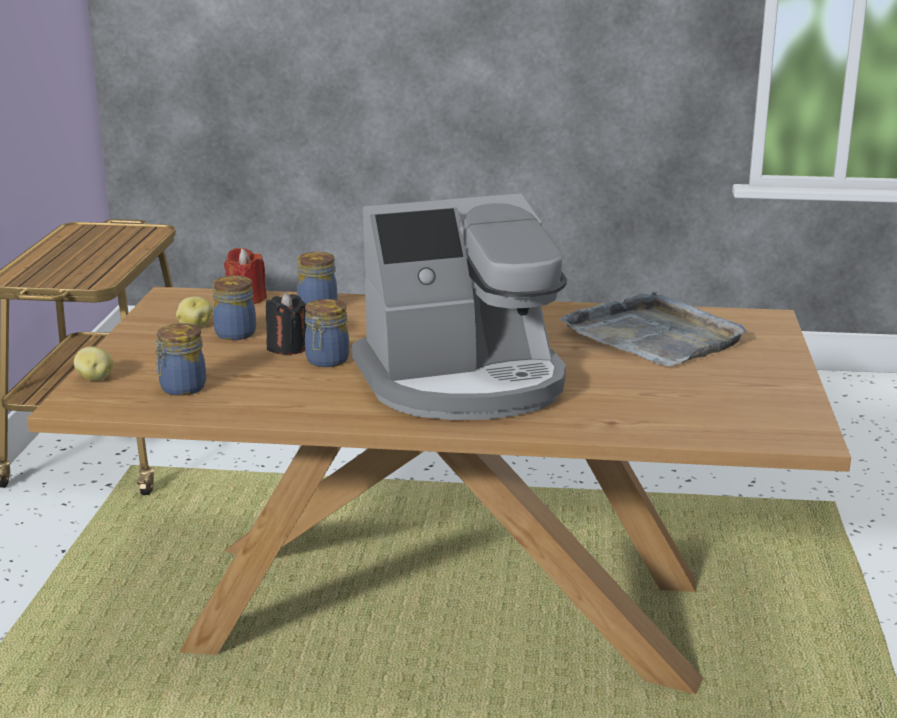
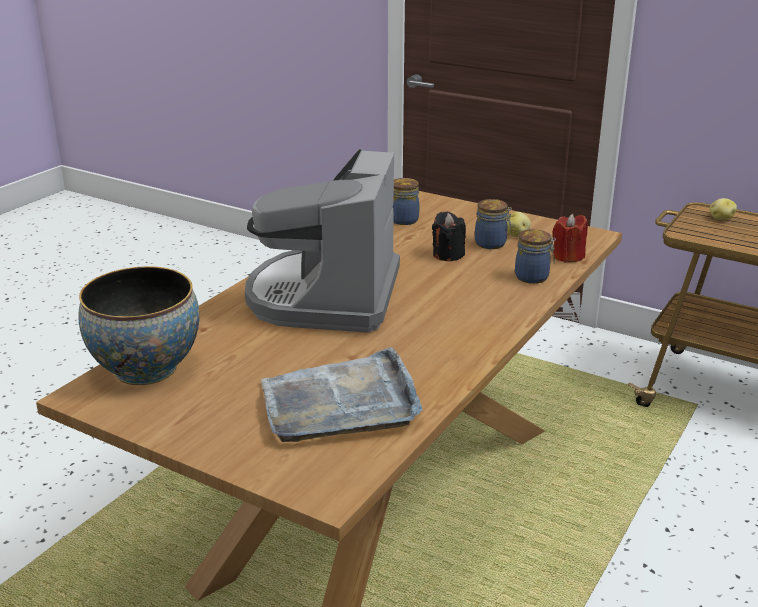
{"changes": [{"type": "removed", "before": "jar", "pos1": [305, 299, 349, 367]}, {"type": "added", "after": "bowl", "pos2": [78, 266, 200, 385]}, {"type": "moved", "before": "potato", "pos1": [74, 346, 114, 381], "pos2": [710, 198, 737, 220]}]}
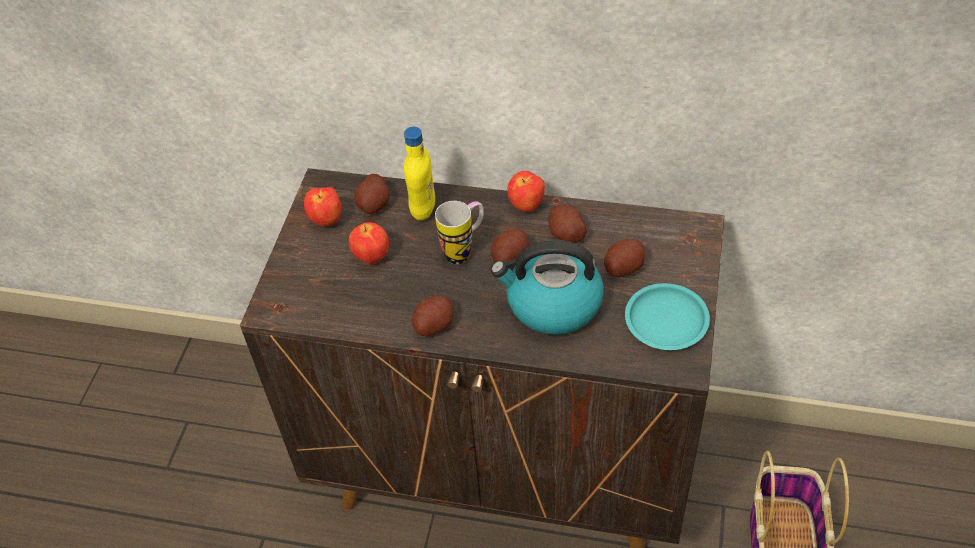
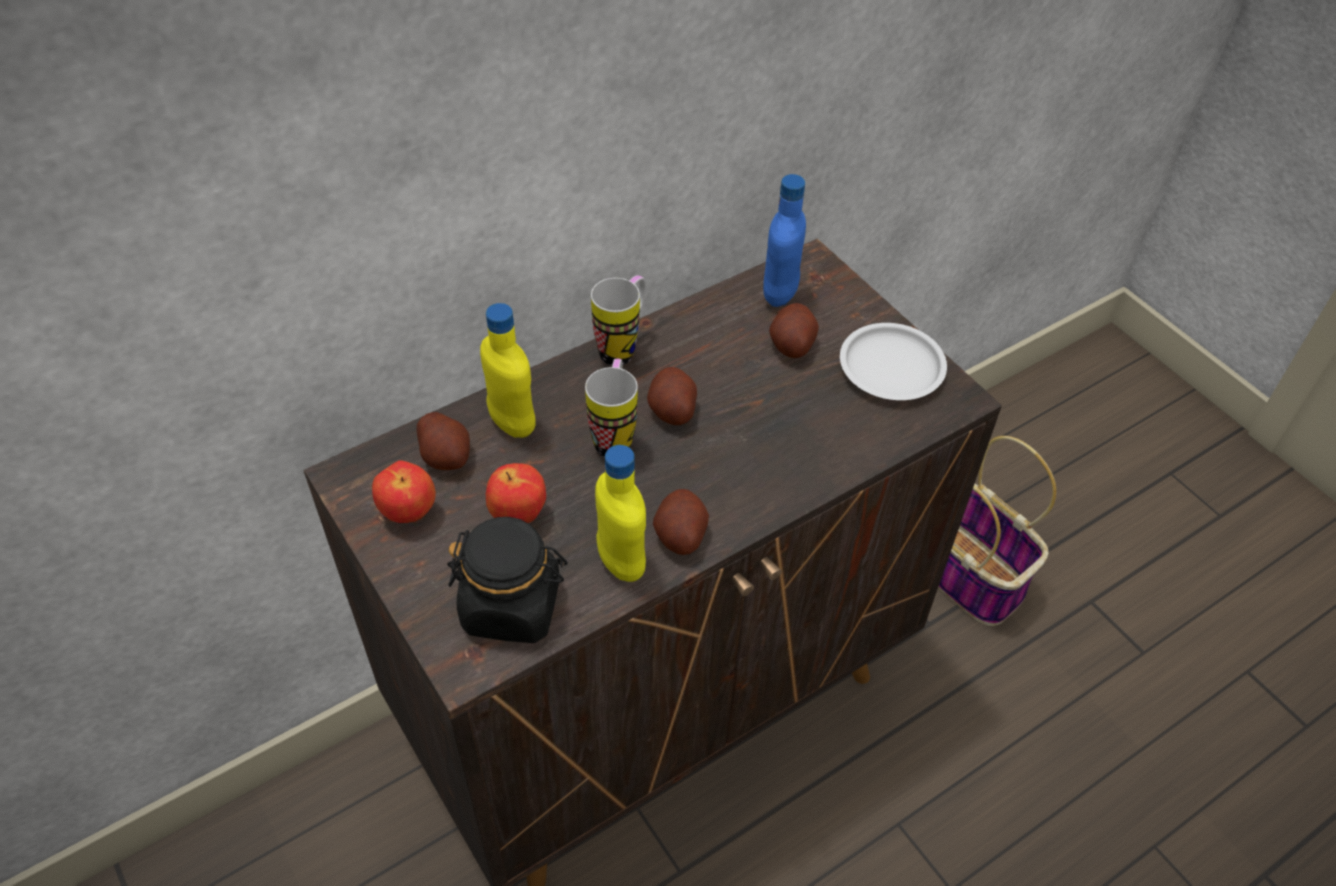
{"changes": [{"type": "removed", "before": "kettle", "pos1": [491, 240, 604, 335]}, {"type": "removed", "before": "potato", "pos1": [548, 204, 587, 243]}, {"type": "added", "after": "jar in black", "pos2": [447, 517, 568, 643]}, {"type": "added", "after": "bottle in yellow", "pos2": [595, 445, 646, 582]}, {"type": "added", "after": "bottle in blue", "pos2": [763, 174, 806, 307]}, {"type": "replaced", "before": "apple", "after": "mug", "pos1": [508, 171, 545, 212], "pos2": [591, 275, 646, 366]}, {"type": "recoloured", "before": "plate in turquoise", "after": "plate in white", "pos1": [625, 283, 710, 350], "pos2": [840, 323, 947, 400]}]}
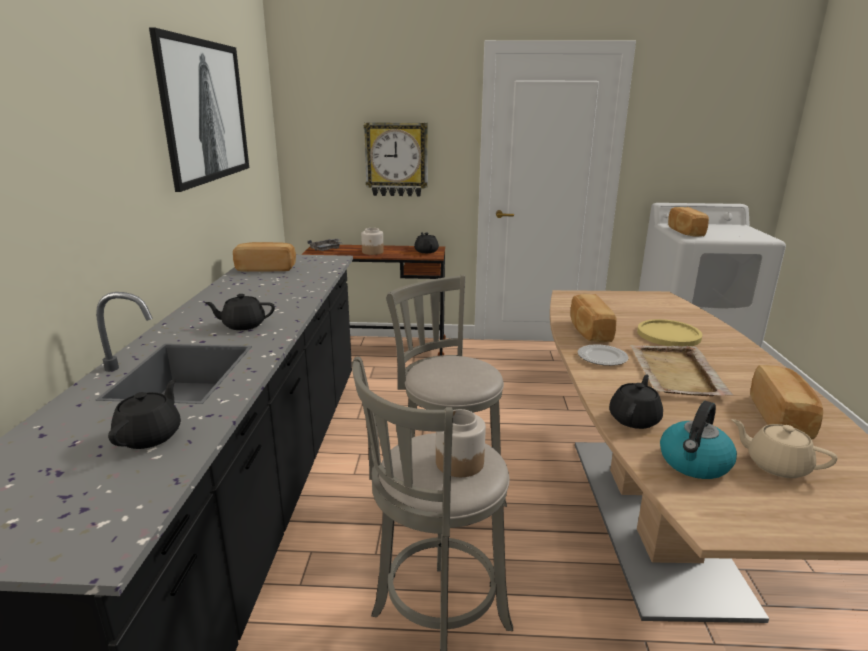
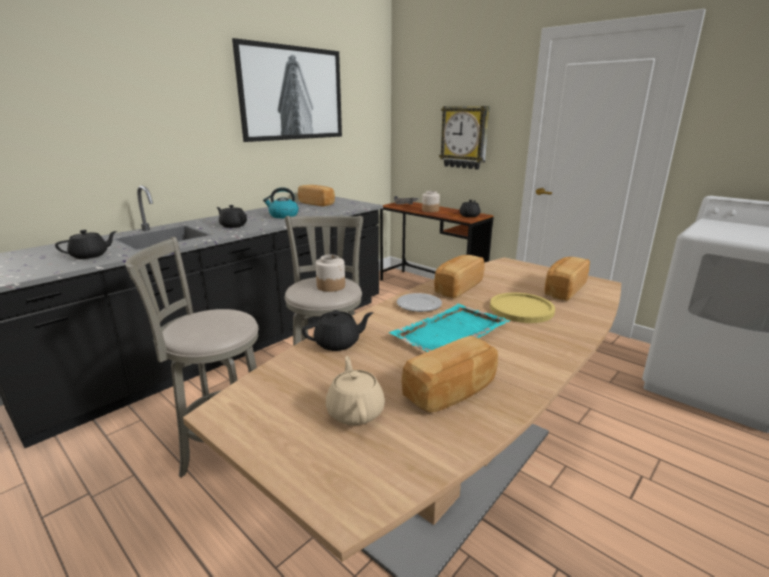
{"changes": [{"type": "moved", "before": "jar", "pos1": [436, 409, 486, 477], "pos2": [316, 255, 345, 292]}, {"type": "moved", "before": "kettle", "pos1": [660, 401, 737, 479], "pos2": [263, 187, 299, 218]}, {"type": "moved", "before": "bread", "pos1": [668, 207, 709, 236], "pos2": [544, 257, 590, 301]}, {"type": "recoloured", "before": "tray in beige", "after": "tray in turquoise", "pos1": [630, 345, 733, 396], "pos2": [389, 304, 510, 352]}]}
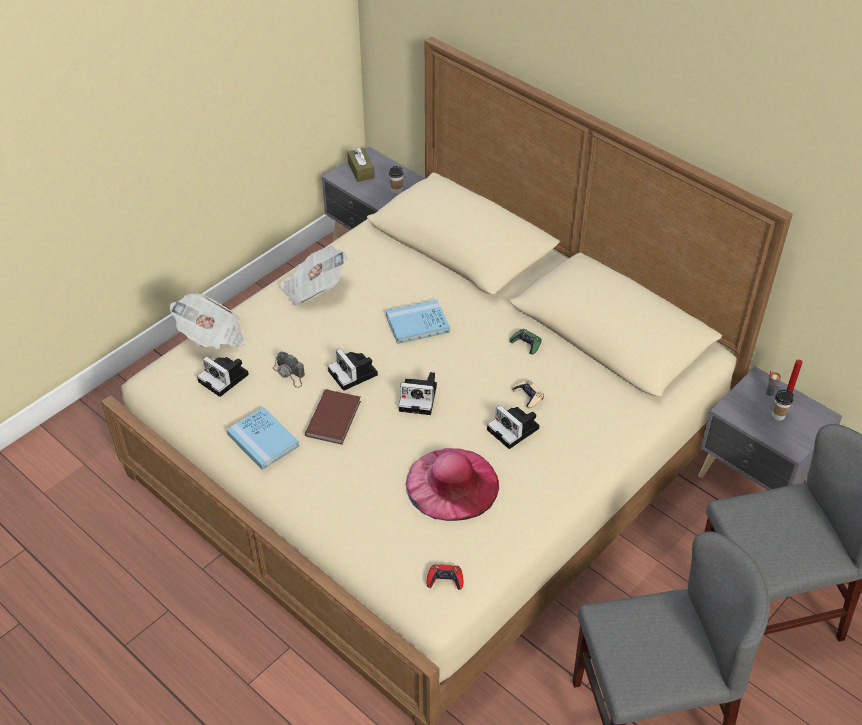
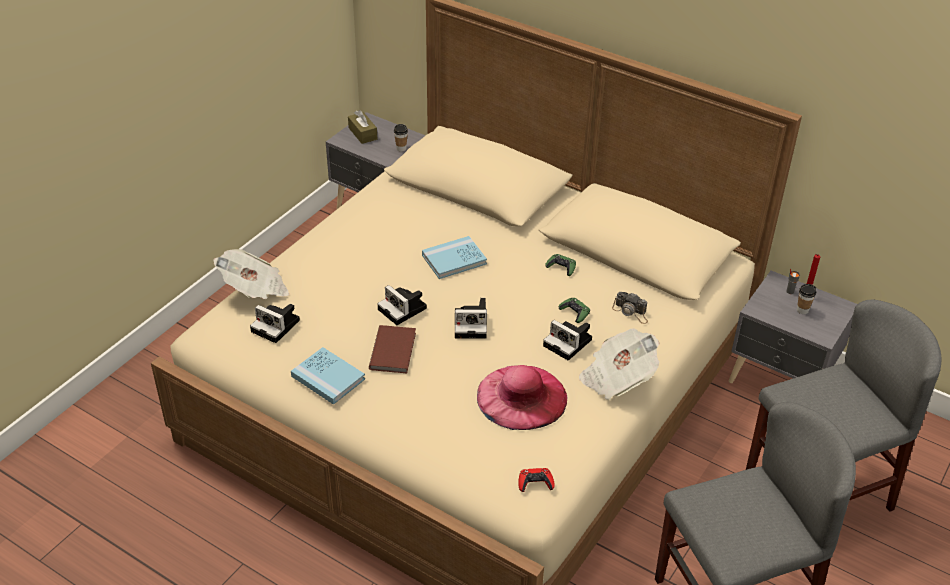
{"changes": [{"type": "moved", "before": "photo camera", "pos1": [273, 351, 305, 388], "pos2": [612, 292, 648, 324]}, {"type": "moved", "before": "newspaper", "pos1": [280, 246, 347, 306], "pos2": [579, 328, 660, 400]}, {"type": "recoloured", "before": "game controller in beige", "after": "game controller in green", "pos1": [512, 380, 544, 408], "pos2": [559, 298, 590, 323]}]}
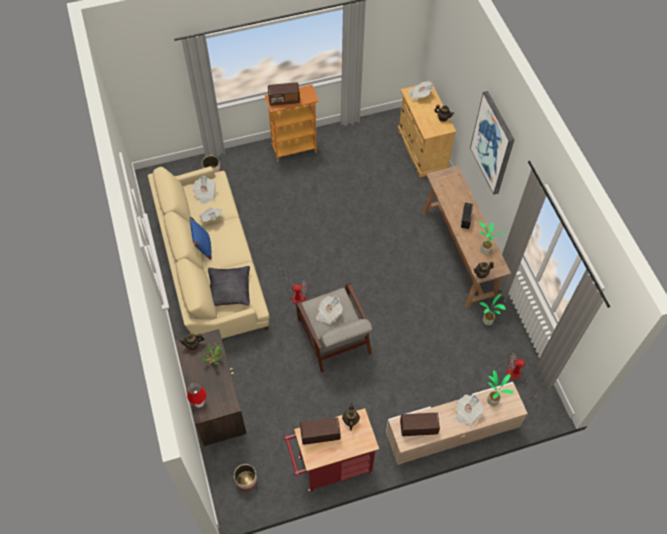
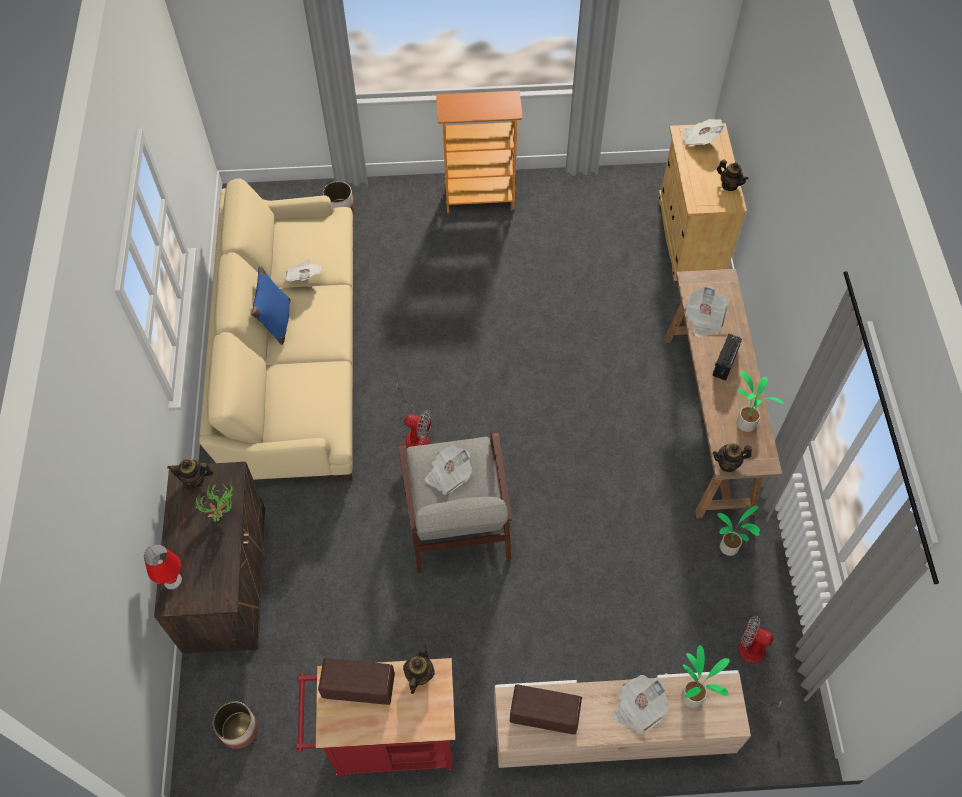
{"changes": [{"type": "removed", "before": "pillow in black", "pos1": [208, 266, 250, 306]}, {"type": "removed", "before": "radio", "pos1": [268, 82, 300, 106]}, {"type": "removed", "before": "picture", "pos1": [470, 91, 515, 195]}, {"type": "moved", "before": "newspaper", "pos1": [193, 176, 216, 205], "pos2": [685, 286, 729, 337]}]}
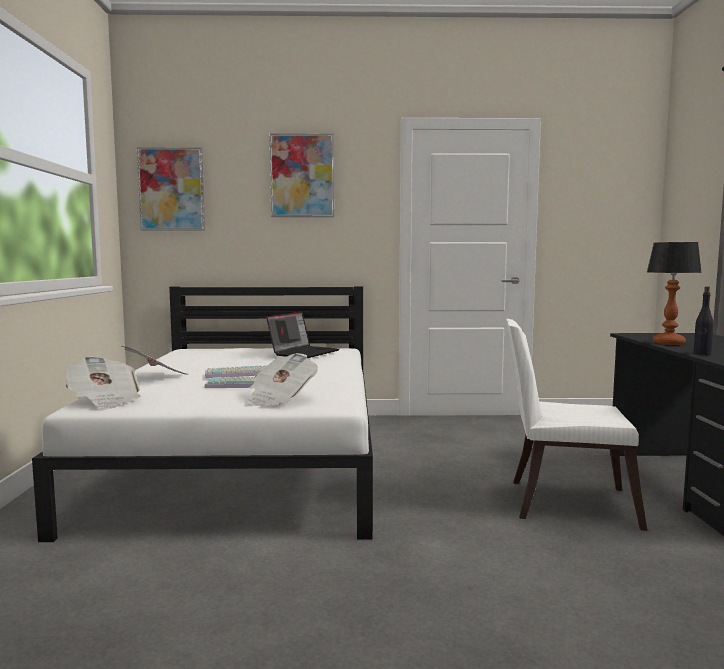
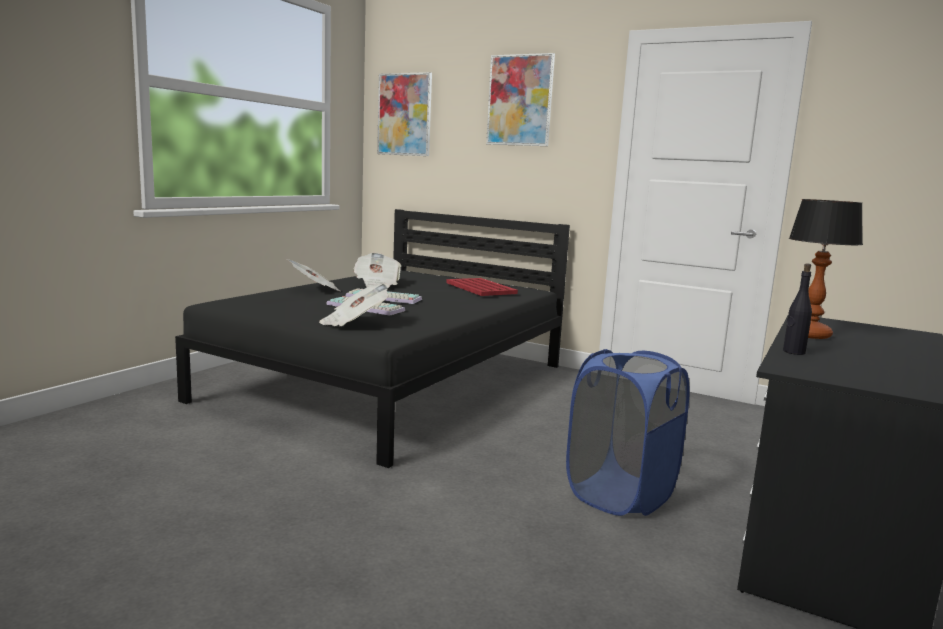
{"changes": [{"type": "moved", "before": "newspaper", "pos1": [65, 356, 141, 409], "pos2": [353, 252, 401, 287]}, {"type": "replaced", "before": "laptop", "after": "tray in red", "pos1": [266, 312, 339, 358], "pos2": [446, 278, 518, 296]}, {"type": "replaced", "before": "chair in white", "after": "laundry basket in blue", "pos1": [506, 319, 647, 531], "pos2": [566, 349, 690, 516]}, {"type": "recoloured", "before": "bed in white", "after": "bed in black", "pos1": [32, 286, 373, 542], "pos2": [175, 209, 570, 468]}]}
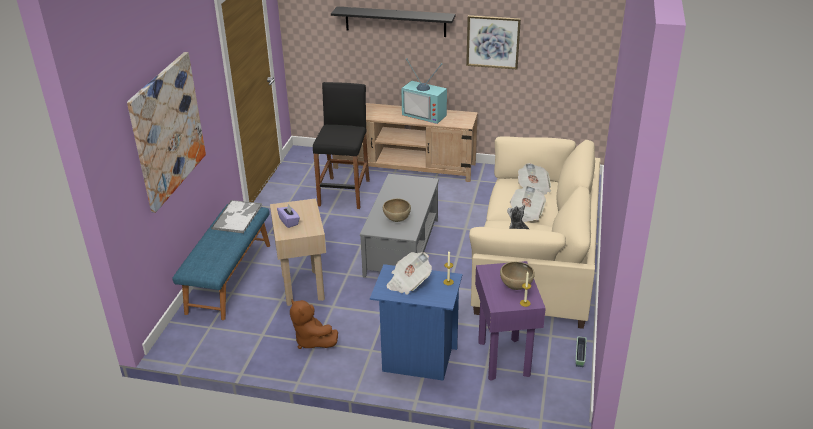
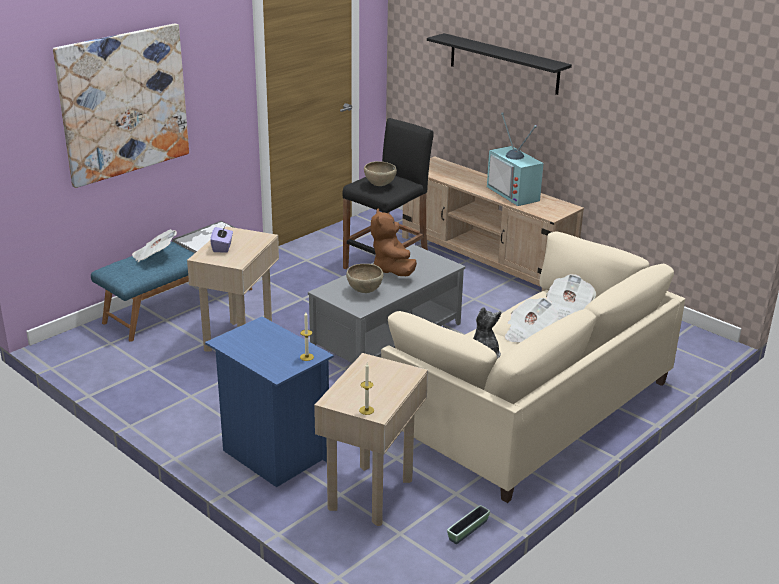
{"changes": [{"type": "removed", "before": "picture", "pos1": [466, 15, 521, 69]}, {"type": "moved", "before": "plush toy in brown", "pos1": [290, 299, 338, 349], "pos2": [371, 209, 417, 276]}, {"type": "moved", "before": "newspaper", "pos1": [387, 252, 432, 295], "pos2": [132, 229, 177, 263]}, {"type": "moved", "before": "bowl in brown", "pos1": [500, 262, 535, 290], "pos2": [364, 161, 397, 186]}, {"type": "recoloured", "before": "side table in purple", "after": "side table in beige", "pos1": [475, 261, 546, 380], "pos2": [314, 353, 428, 526]}]}
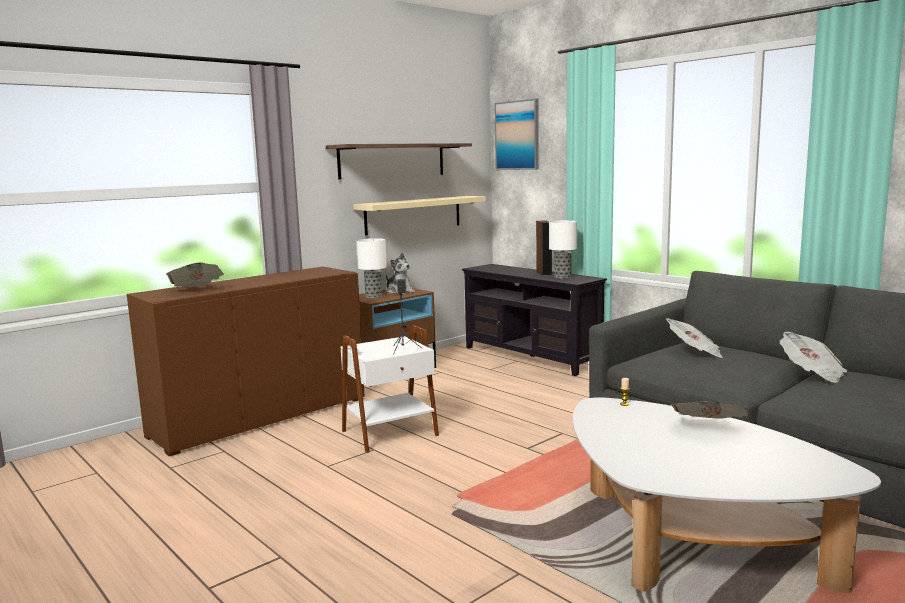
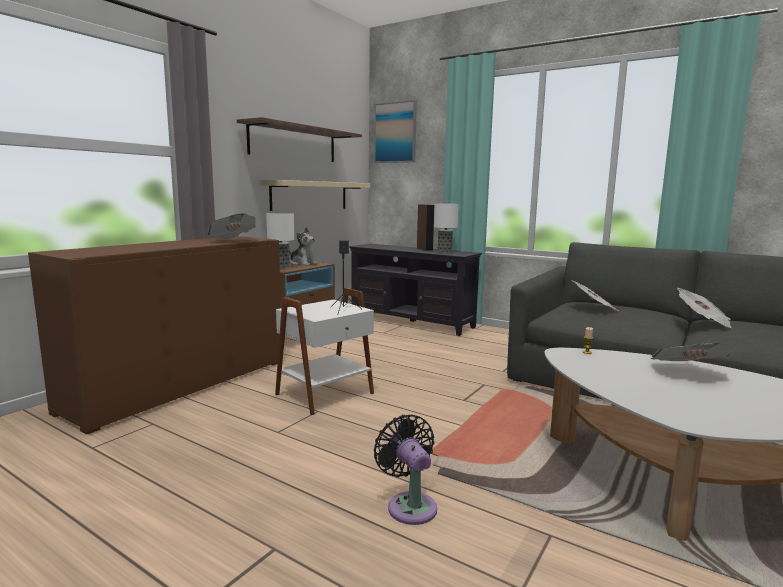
{"changes": [{"type": "added", "after": "fan in black", "pos2": [374, 414, 437, 525]}, {"type": "moved", "before": "newspaper", "pos1": [166, 263, 224, 287], "pos2": [207, 213, 256, 239]}]}
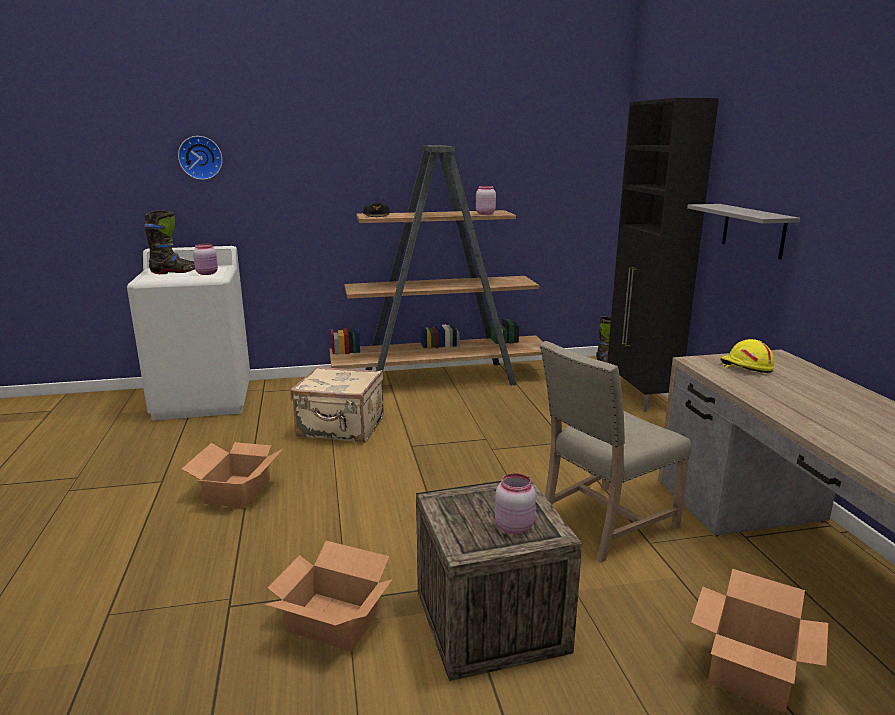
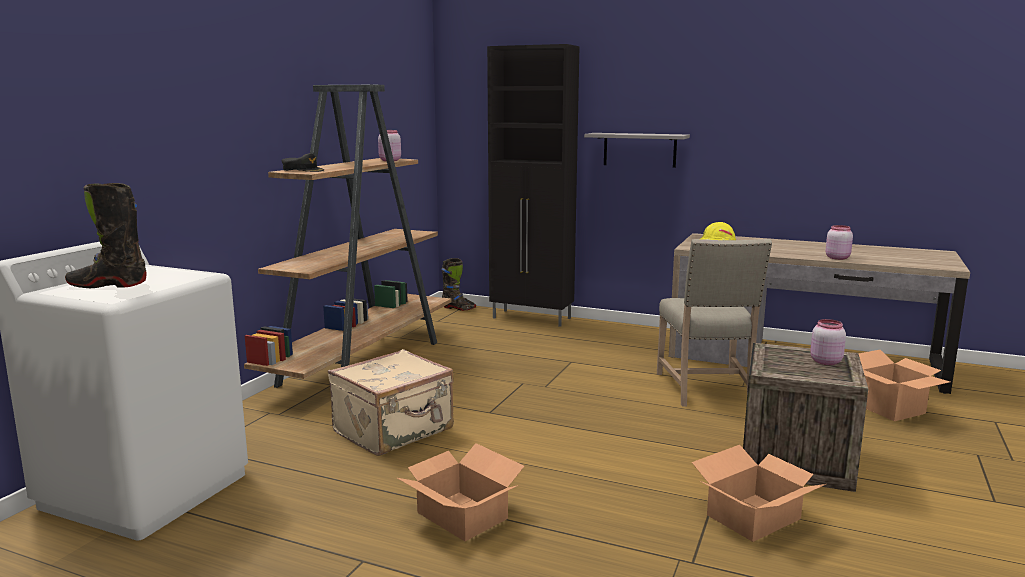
{"changes": [{"type": "removed", "before": "wall clock", "pos1": [178, 136, 223, 180]}, {"type": "moved", "before": "jar in pink", "pos1": [193, 243, 218, 275], "pos2": [826, 225, 853, 260]}, {"type": "turned", "before": "boot in black", "pos1": [144, 210, 195, 274], "pos2": [65, 183, 147, 288], "turn": -105}]}
